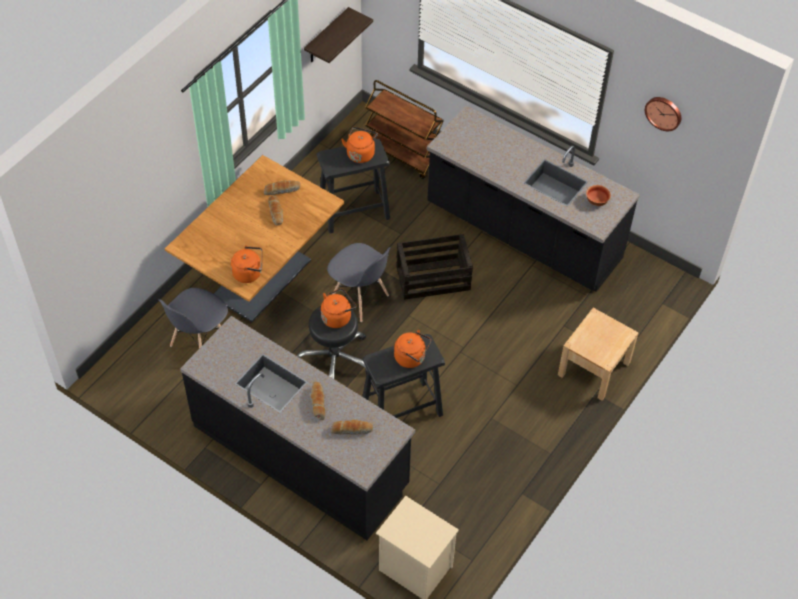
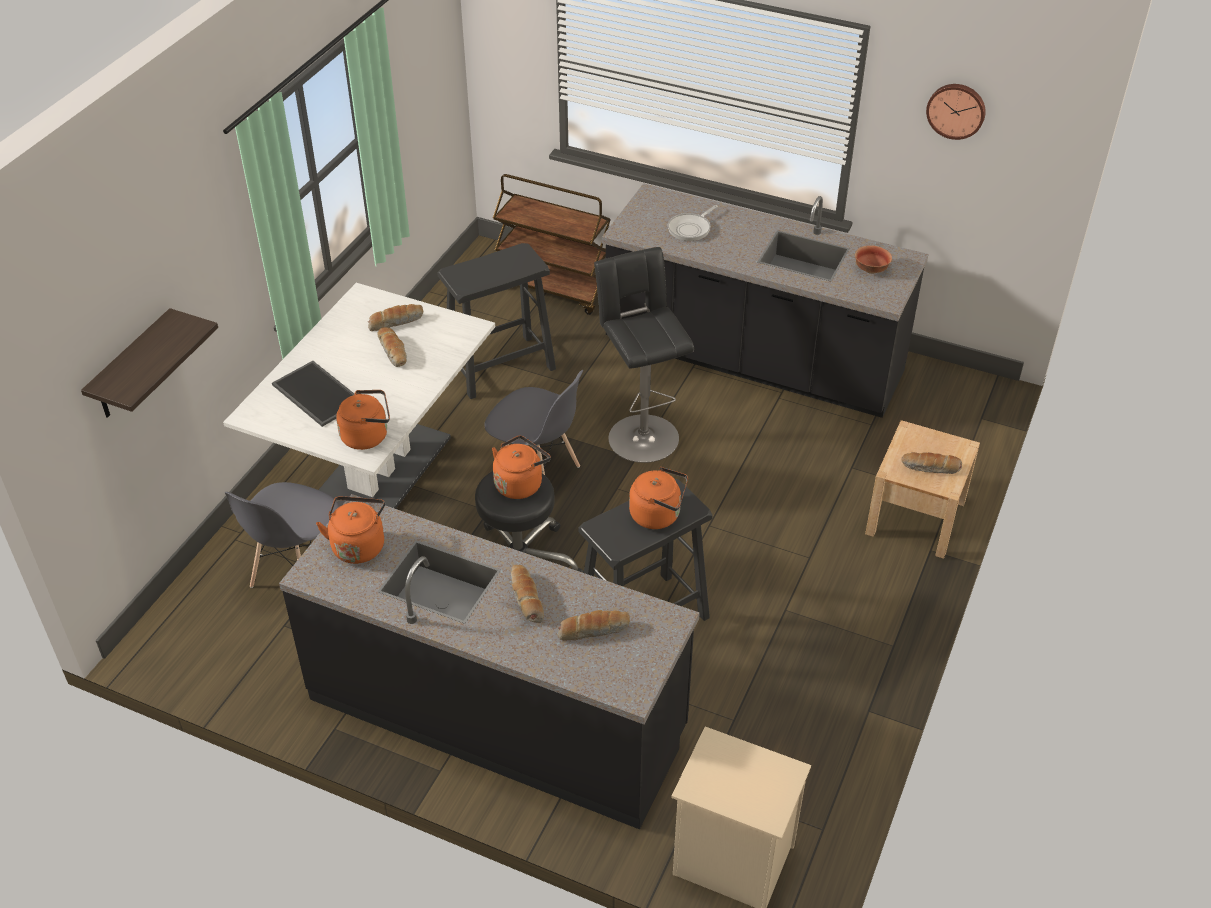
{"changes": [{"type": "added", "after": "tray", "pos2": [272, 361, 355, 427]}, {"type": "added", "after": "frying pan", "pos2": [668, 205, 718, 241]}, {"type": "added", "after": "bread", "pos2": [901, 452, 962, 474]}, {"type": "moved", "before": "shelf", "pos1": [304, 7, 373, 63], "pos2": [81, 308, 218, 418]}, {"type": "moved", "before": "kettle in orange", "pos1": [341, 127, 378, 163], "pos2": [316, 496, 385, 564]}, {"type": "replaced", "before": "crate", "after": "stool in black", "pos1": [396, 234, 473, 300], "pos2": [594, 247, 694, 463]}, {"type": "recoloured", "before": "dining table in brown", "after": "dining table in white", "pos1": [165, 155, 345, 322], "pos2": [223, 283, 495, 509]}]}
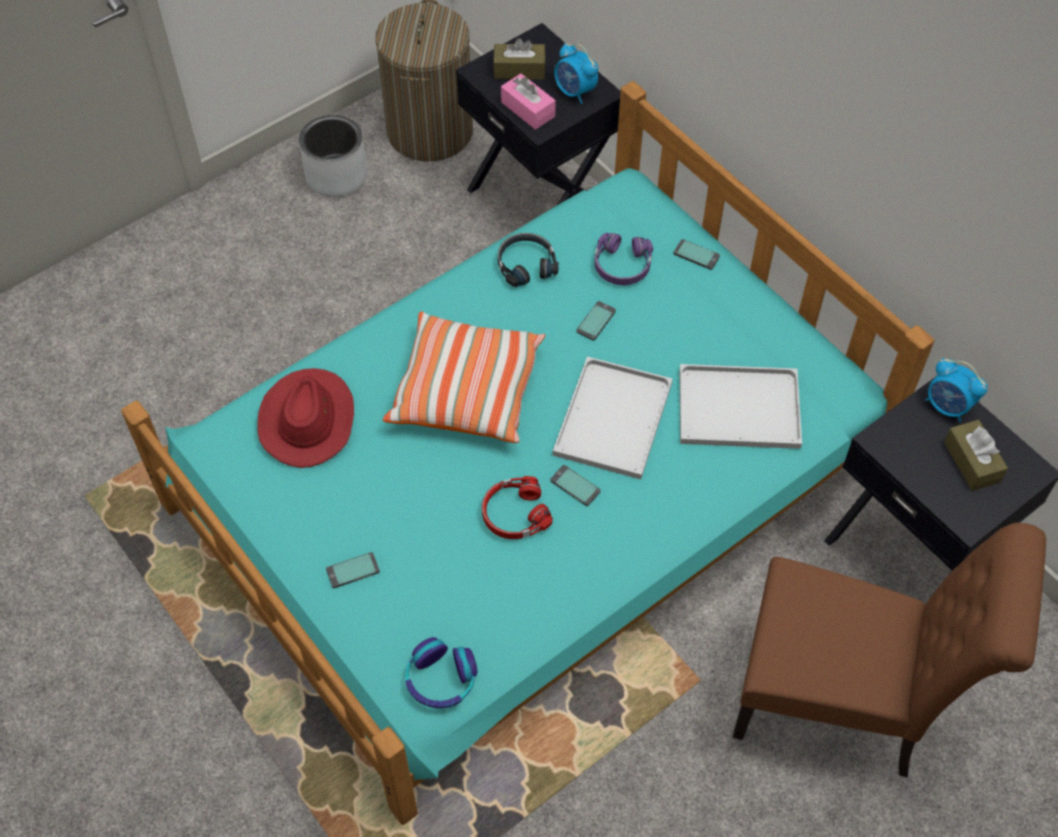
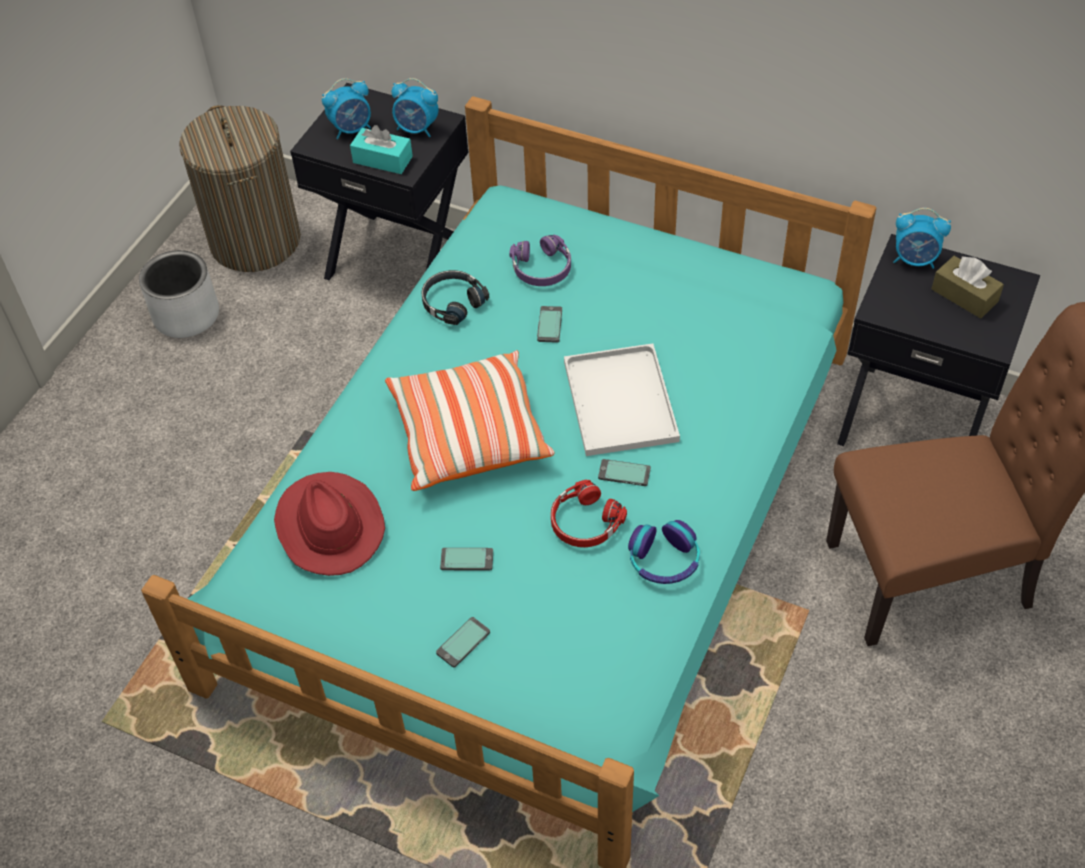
{"changes": [{"type": "removed", "before": "tray in white", "pos1": [680, 364, 802, 449]}, {"type": "moved", "before": "headphones", "pos1": [405, 637, 477, 708], "pos2": [628, 520, 700, 584]}, {"type": "moved", "before": "phone", "pos1": [674, 239, 720, 270], "pos2": [440, 548, 493, 571]}, {"type": "replaced", "before": "tissue box in brown", "after": "alarm clock", "pos1": [493, 38, 546, 79], "pos2": [322, 78, 371, 140]}, {"type": "recoloured", "before": "tissue box in pink", "after": "tissue box in turquoise", "pos1": [501, 74, 556, 130], "pos2": [350, 125, 413, 174]}]}
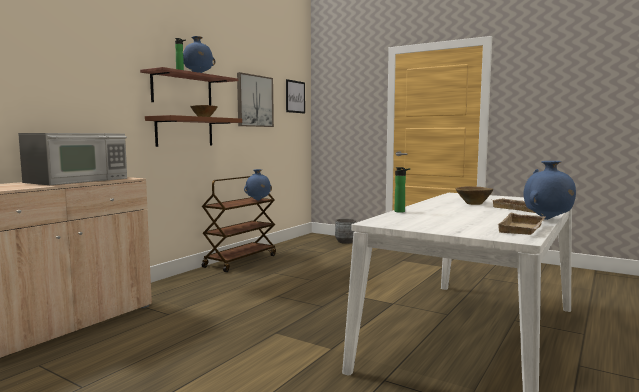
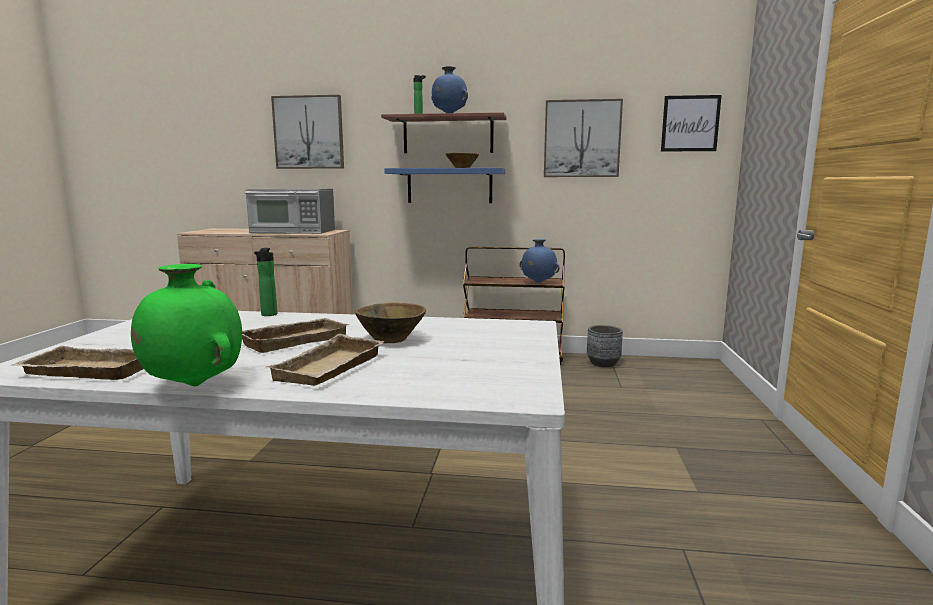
{"changes": [{"type": "added", "after": "tray in beige", "pos2": [242, 318, 349, 353]}, {"type": "added", "after": "picture", "pos2": [271, 95, 344, 169]}, {"type": "moved", "before": "planter in grey", "pos1": [335, 218, 356, 244], "pos2": [587, 325, 623, 367]}, {"type": "recoloured", "before": "shelf in brown", "after": "shelf in blue", "pos1": [145, 115, 242, 147], "pos2": [384, 168, 505, 203]}, {"type": "recoloured", "before": "vase in blue", "after": "vase in green", "pos1": [523, 161, 576, 220], "pos2": [131, 264, 242, 386]}]}
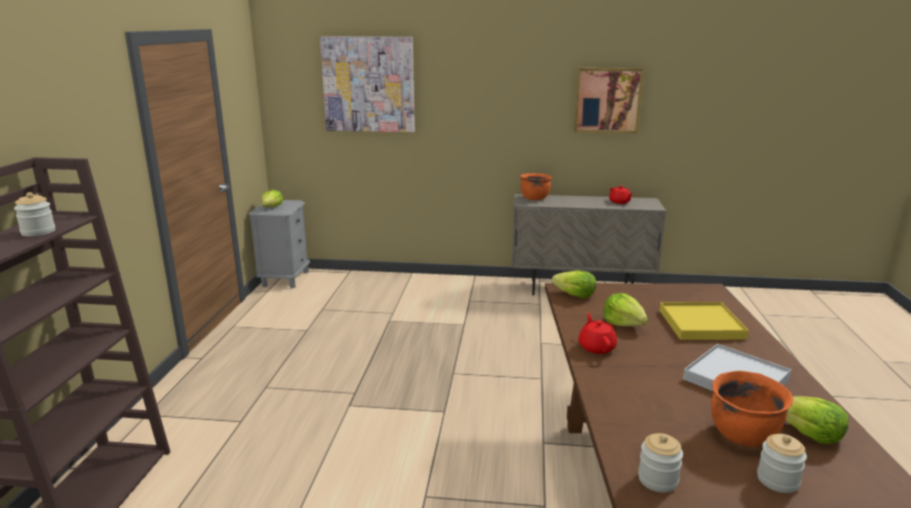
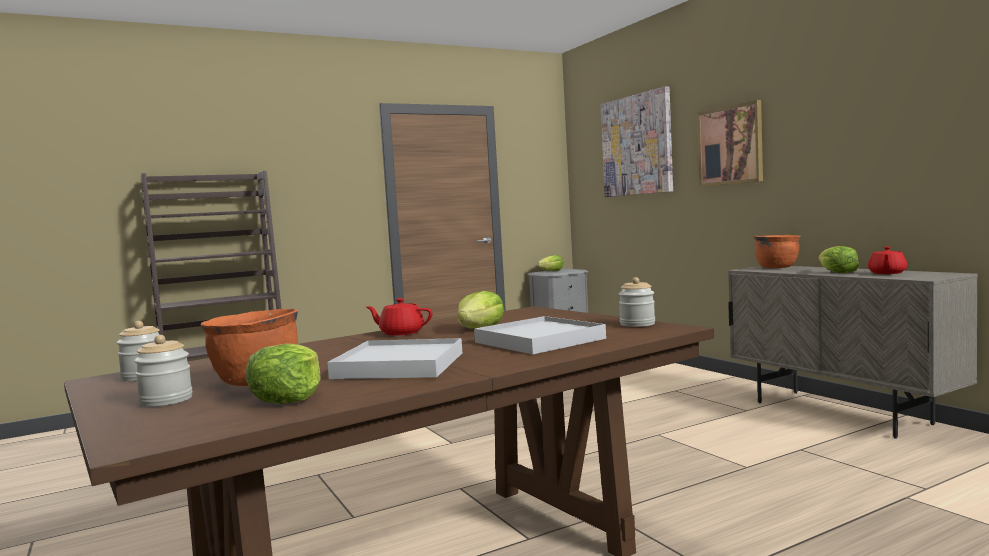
{"changes": [{"type": "moved", "before": "jar", "pos1": [14, 192, 55, 237], "pos2": [619, 277, 655, 327]}, {"type": "moved", "before": "lettuce", "pos1": [552, 270, 596, 298], "pos2": [819, 246, 859, 273]}, {"type": "moved", "before": "picture", "pos1": [574, 68, 644, 134], "pos2": [697, 100, 763, 187]}, {"type": "recoloured", "before": "tray in yellow", "after": "tray in white", "pos1": [660, 302, 749, 340], "pos2": [474, 316, 606, 354]}, {"type": "turned", "before": "teapot in red", "pos1": [579, 313, 617, 354], "pos2": [366, 298, 433, 335], "turn": -120}]}
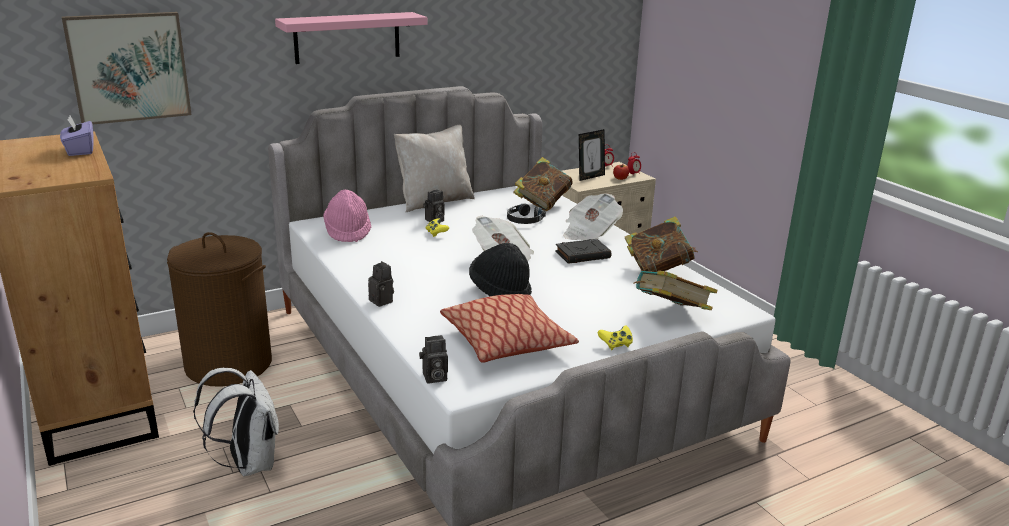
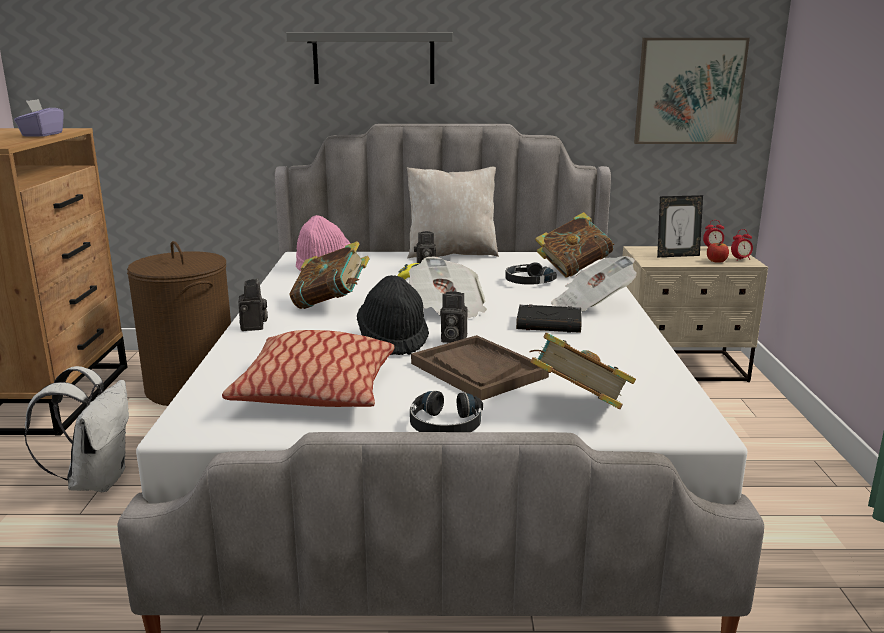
{"changes": [{"type": "added", "after": "tray in brown", "pos2": [411, 335, 549, 401]}, {"type": "moved", "before": "picture", "pos1": [62, 12, 192, 125], "pos2": [634, 38, 750, 144]}, {"type": "moved", "before": "photo camera", "pos1": [419, 335, 448, 383], "pos2": [440, 291, 468, 343]}, {"type": "moved", "before": "book", "pos1": [625, 216, 698, 272], "pos2": [290, 241, 370, 309]}, {"type": "replaced", "before": "game controller in yellow", "after": "headphones in black", "pos1": [598, 325, 633, 350], "pos2": [410, 391, 483, 432]}, {"type": "recoloured", "before": "shelf in pink", "after": "shelf in grey", "pos1": [275, 12, 427, 64], "pos2": [286, 32, 453, 84]}]}
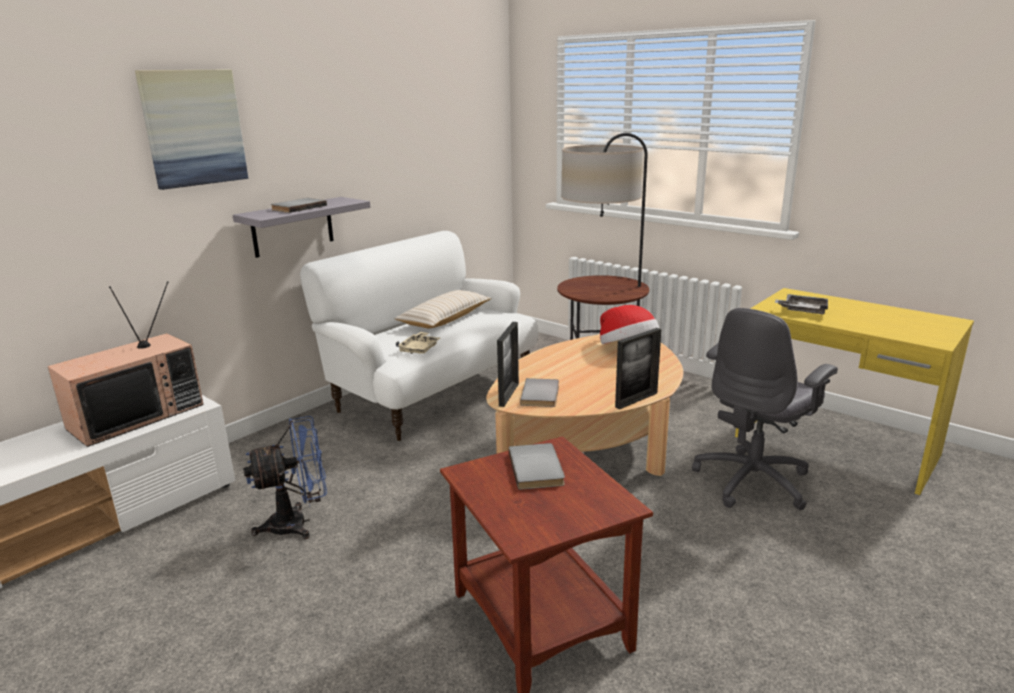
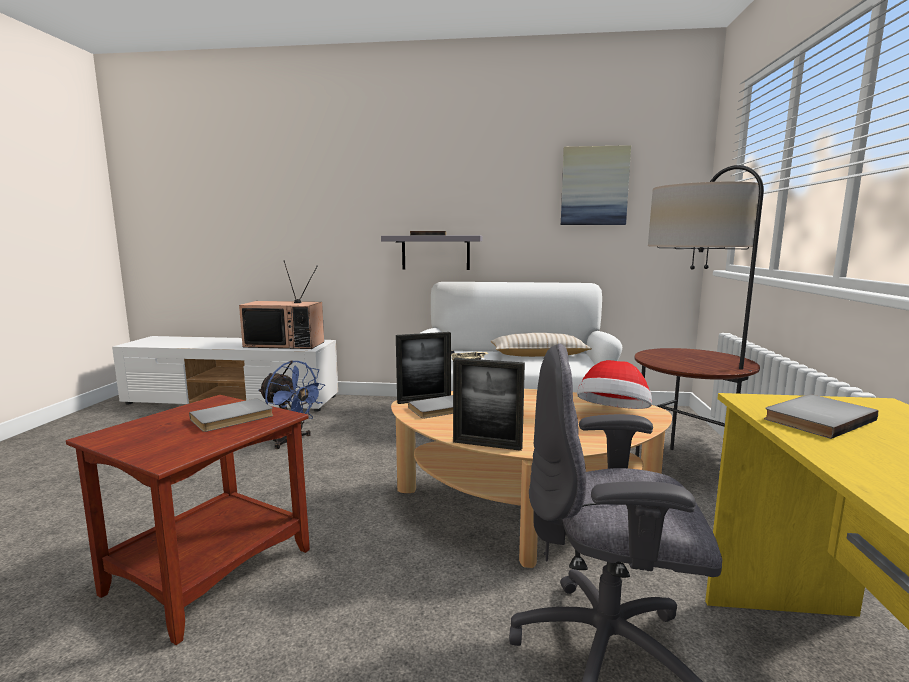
{"changes": [{"type": "moved", "before": "picture", "pos1": [135, 70, 248, 190], "pos2": [561, 145, 631, 225]}, {"type": "replaced", "before": "tray in grey", "after": "book in grey", "pos1": [775, 294, 828, 314], "pos2": [764, 394, 878, 439]}]}
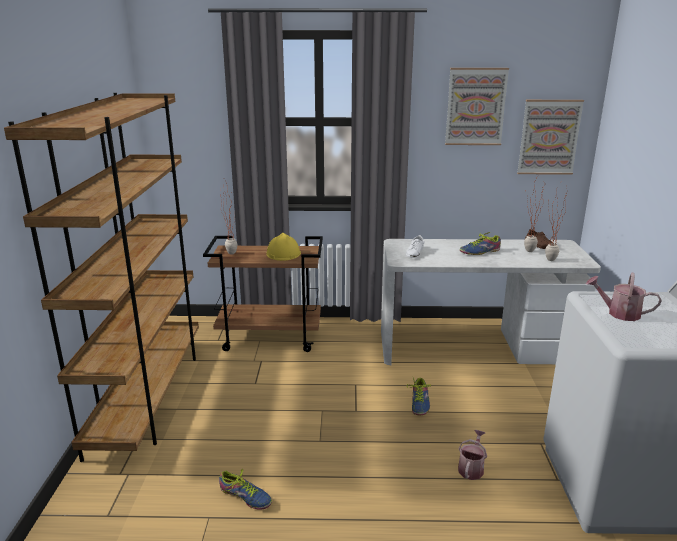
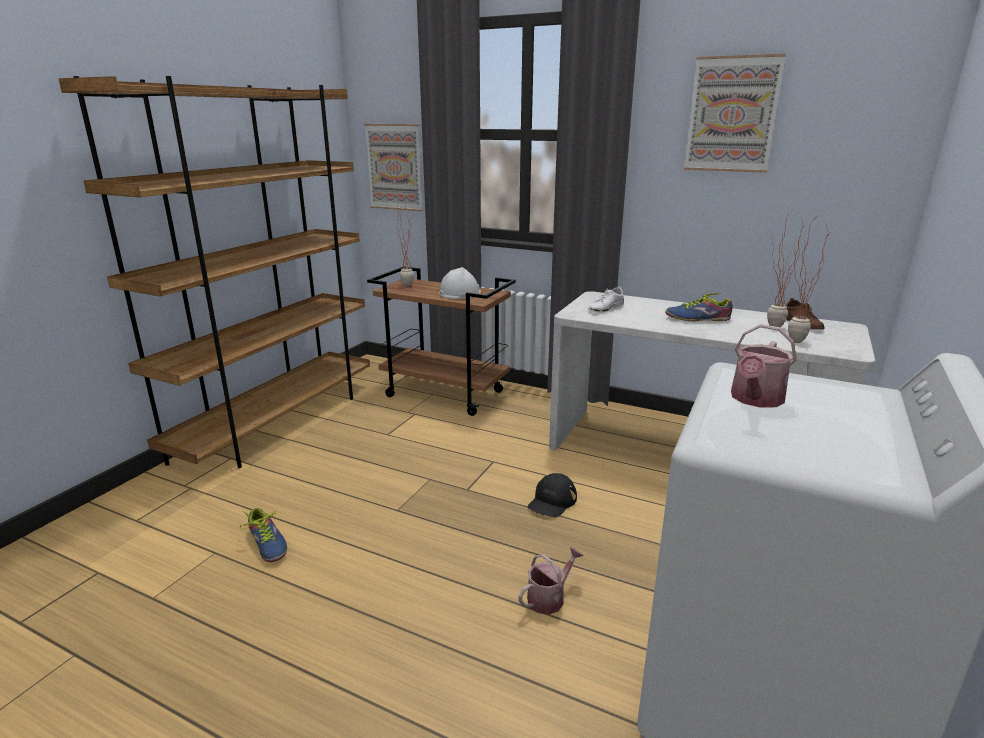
{"changes": [{"type": "moved", "before": "picture", "pos1": [517, 100, 584, 175], "pos2": [364, 124, 423, 211]}, {"type": "replaced", "before": "shoe", "after": "cap in black", "pos1": [407, 378, 431, 415], "pos2": [528, 473, 577, 517]}, {"type": "recoloured", "before": "hard hat in yellow", "after": "hard hat in white", "pos1": [266, 233, 301, 261], "pos2": [439, 267, 481, 299]}, {"type": "turned", "before": "watering can", "pos1": [586, 273, 662, 321], "pos2": [731, 324, 797, 408], "turn": -105}]}
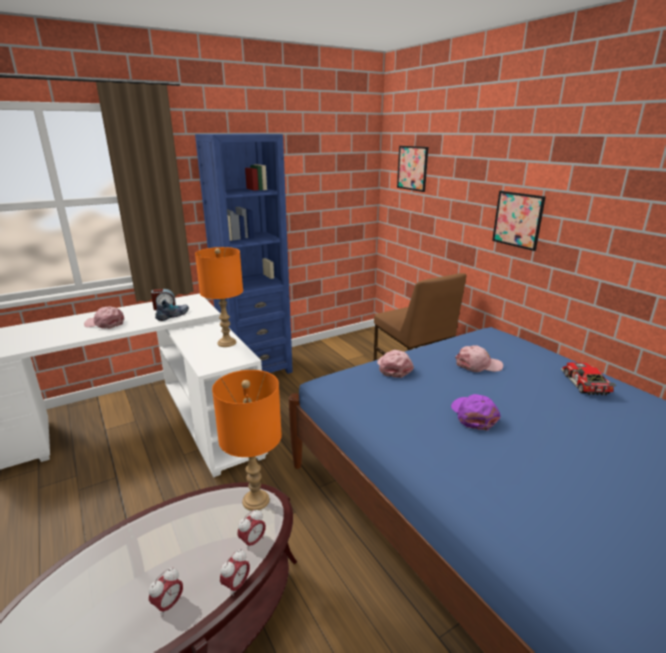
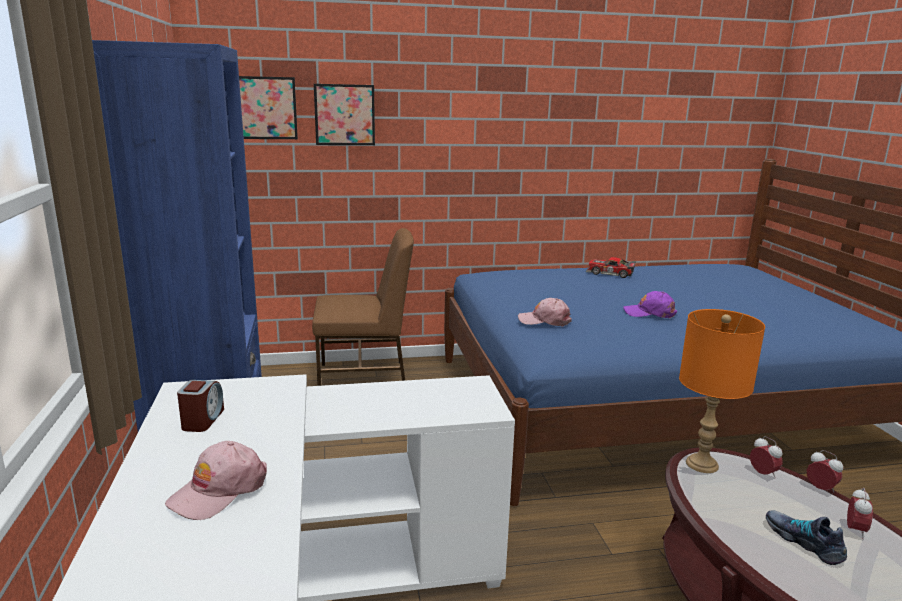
{"changes": [{"type": "removed", "before": "table lamp in orange", "pos1": [195, 247, 243, 347]}, {"type": "removed", "before": "cap in pink", "pos1": [455, 345, 503, 372]}, {"type": "moved", "before": "shoe", "pos1": [155, 300, 189, 321], "pos2": [766, 511, 847, 565]}, {"type": "moved", "before": "picture", "pos1": [492, 191, 546, 251], "pos2": [314, 84, 375, 145]}, {"type": "turned", "before": "alarm clock", "pos1": [149, 568, 183, 617], "pos2": [847, 488, 873, 539], "turn": 60}]}
